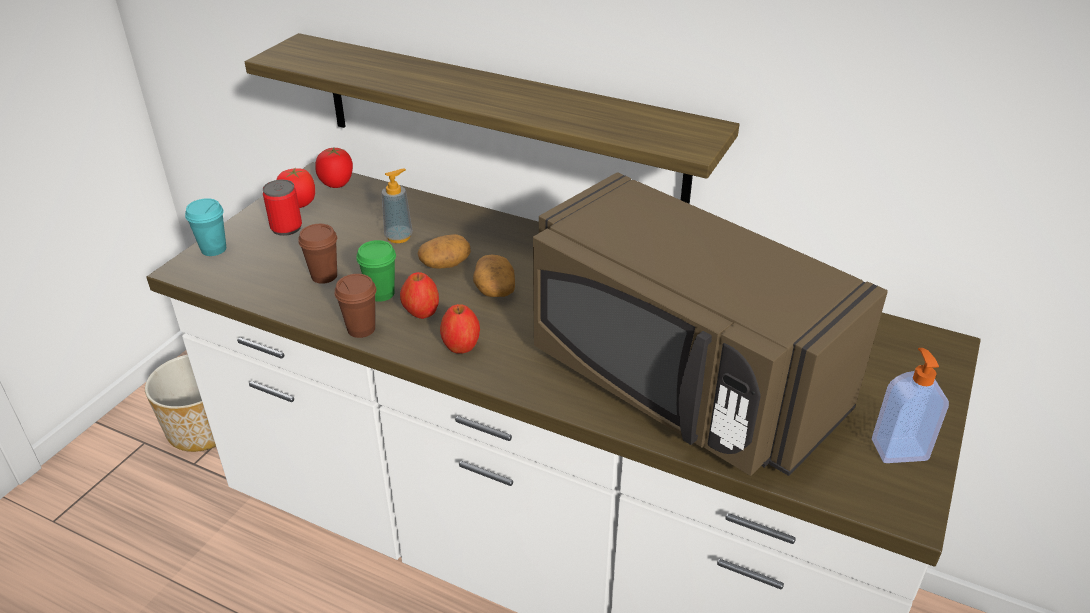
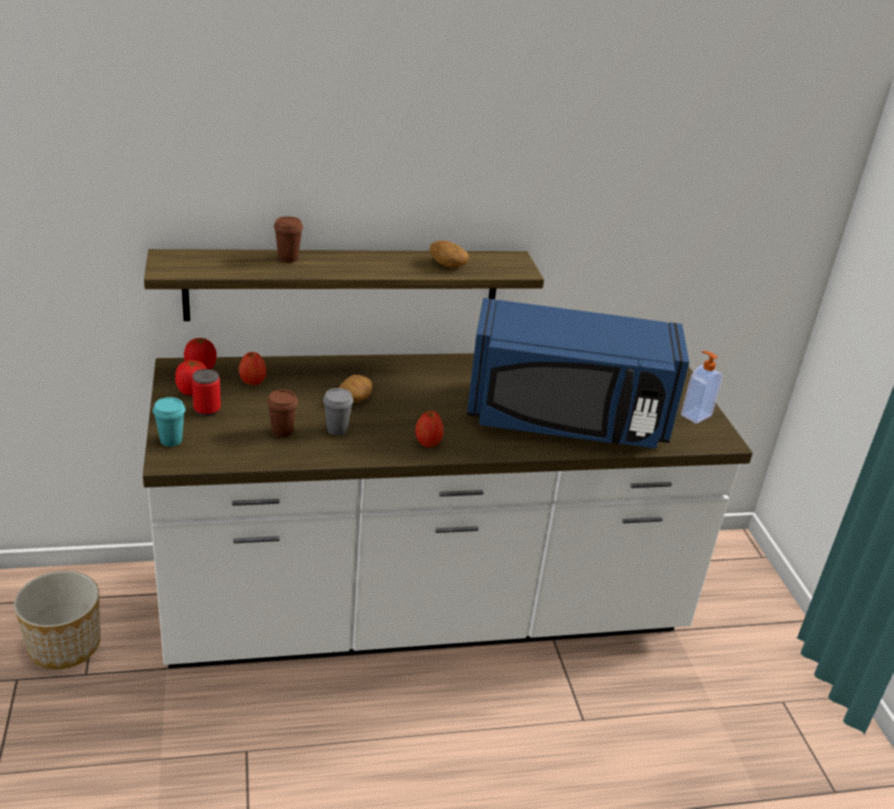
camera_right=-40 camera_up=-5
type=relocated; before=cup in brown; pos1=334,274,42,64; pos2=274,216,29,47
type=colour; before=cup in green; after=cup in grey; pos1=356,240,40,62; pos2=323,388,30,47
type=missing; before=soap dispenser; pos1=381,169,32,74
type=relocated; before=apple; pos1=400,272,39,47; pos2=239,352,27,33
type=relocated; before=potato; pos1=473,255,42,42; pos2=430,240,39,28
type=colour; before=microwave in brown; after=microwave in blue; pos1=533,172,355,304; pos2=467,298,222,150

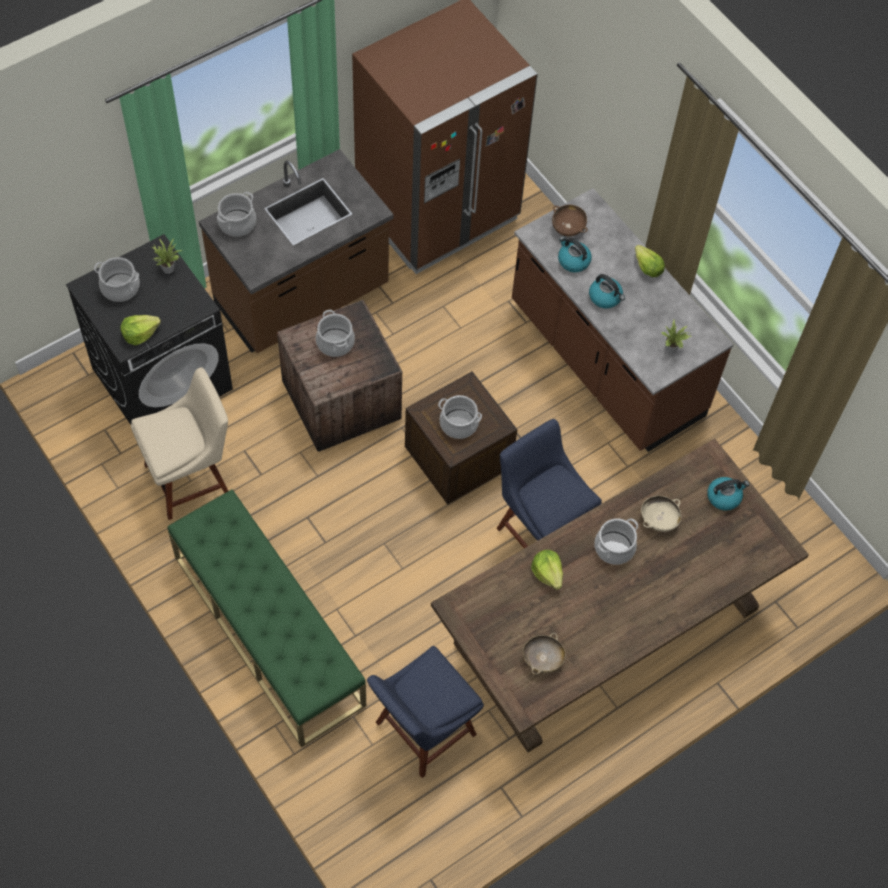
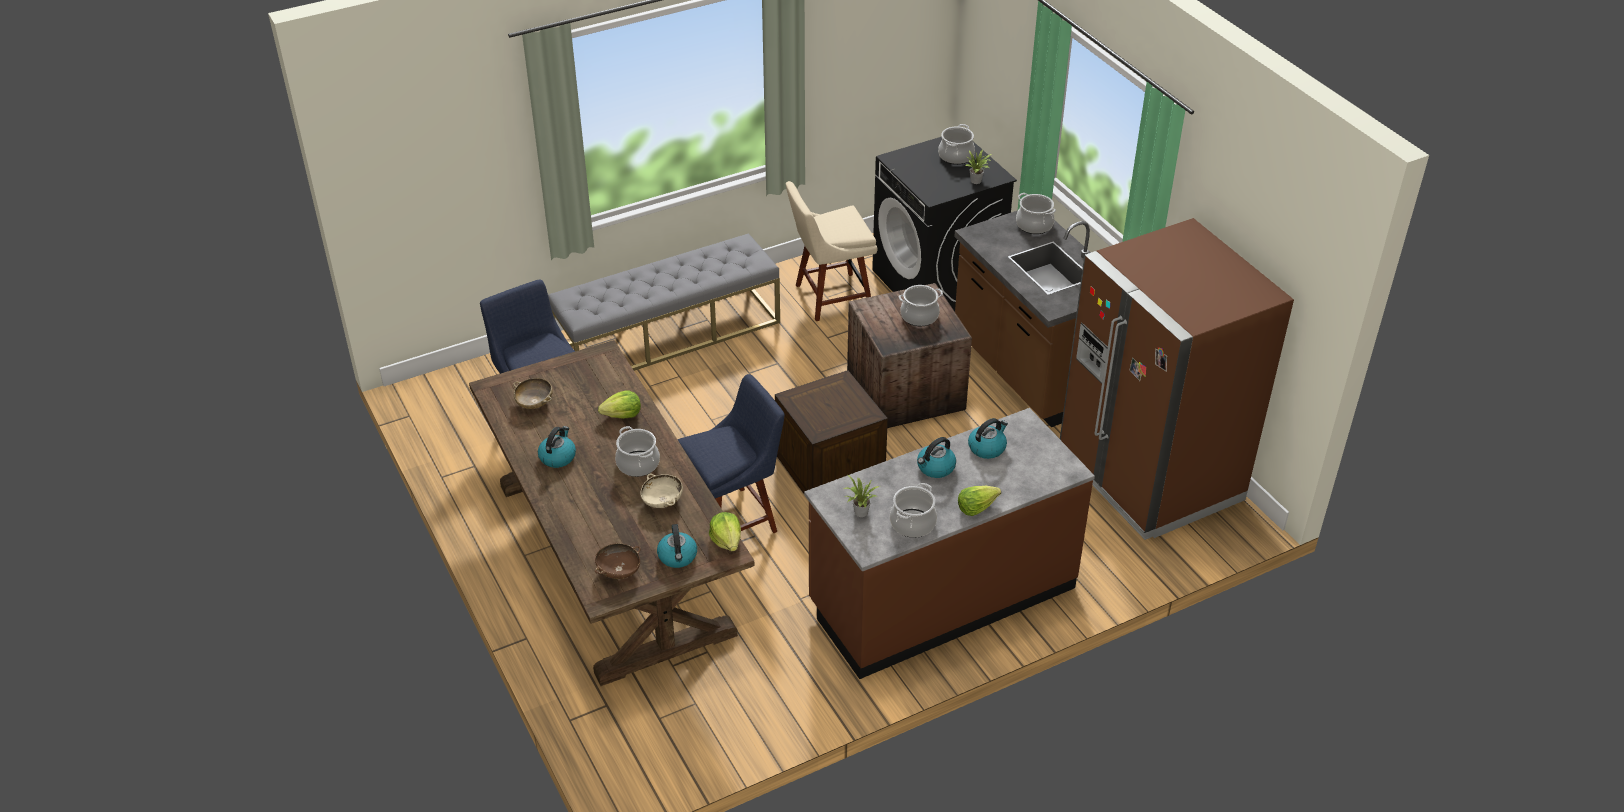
camera_right=100 camera_up=-20
type=relocated; before=lettuce; pos1=120,315,41,30; pos2=709,512,32,39
type=spun; before=chair in beige; pos1=131,367,97,153; pos2=786,181,92,140; turn=90
type=colour; before=bench in green; after=bench in grey; pos1=168,490,198,257; pos2=548,233,232,138
type=relocated; before=cooking pot; pos1=438,395,44,44; pos2=890,483,47,55
type=relocated; before=bowl in brown; pos1=552,205,36,31; pos2=595,543,46,36
type=appeared; after=kettle; pos2=538,426,38,42

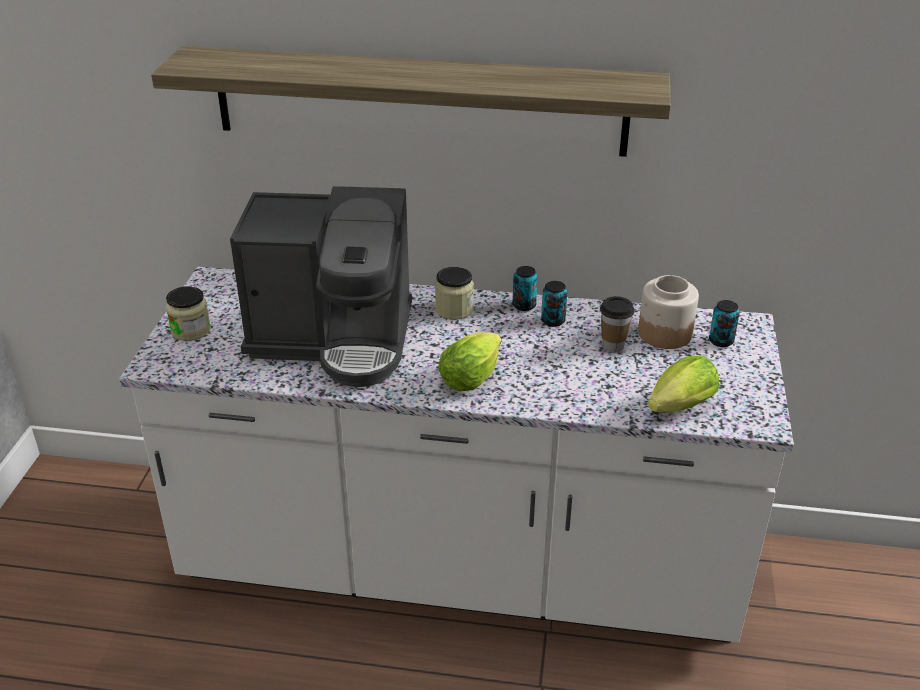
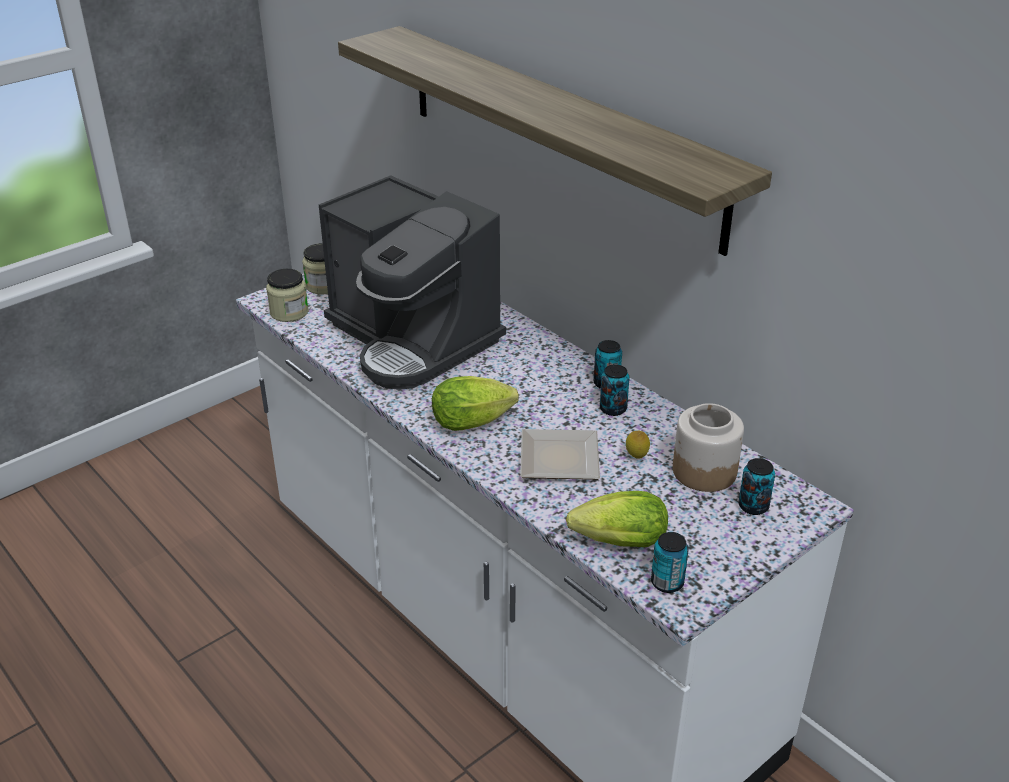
camera_right=40 camera_up=0
type=relocated; before=jar; pos1=435,267,39,53; pos2=266,269,43,53
type=exchanged; before=cup; after=lemon; pos1=600,296,35,57; pos2=626,431,24,28
type=appeared; after=plate; pos2=520,429,80,51
type=appeared; after=can; pos2=651,532,38,61

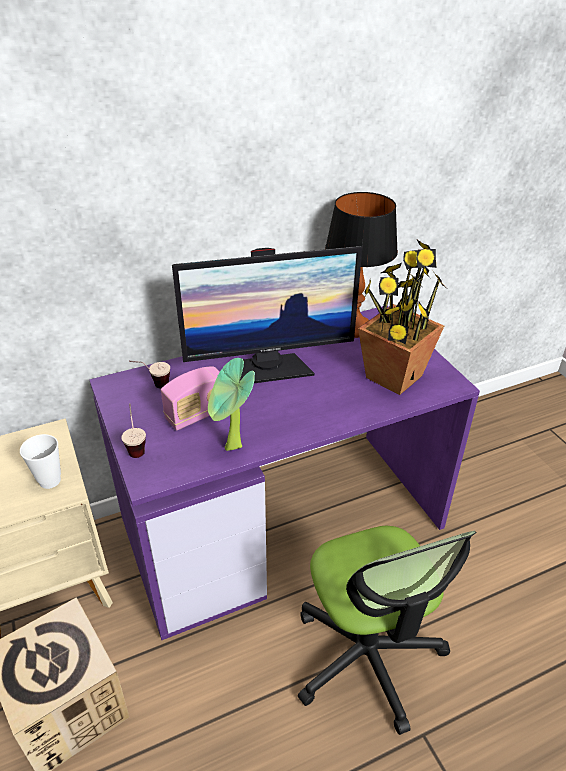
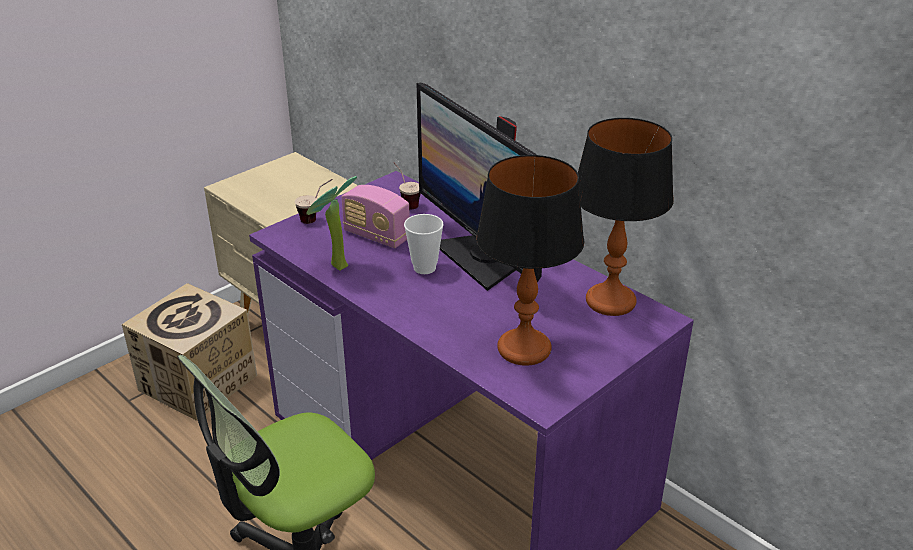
camera_right=70 camera_up=-5
type=relocated; before=cup; pos1=20,434,41,55; pos2=404,214,40,60
type=exchanged; before=potted plant; after=table lamp; pos1=358,240,87,155; pos2=476,155,108,211

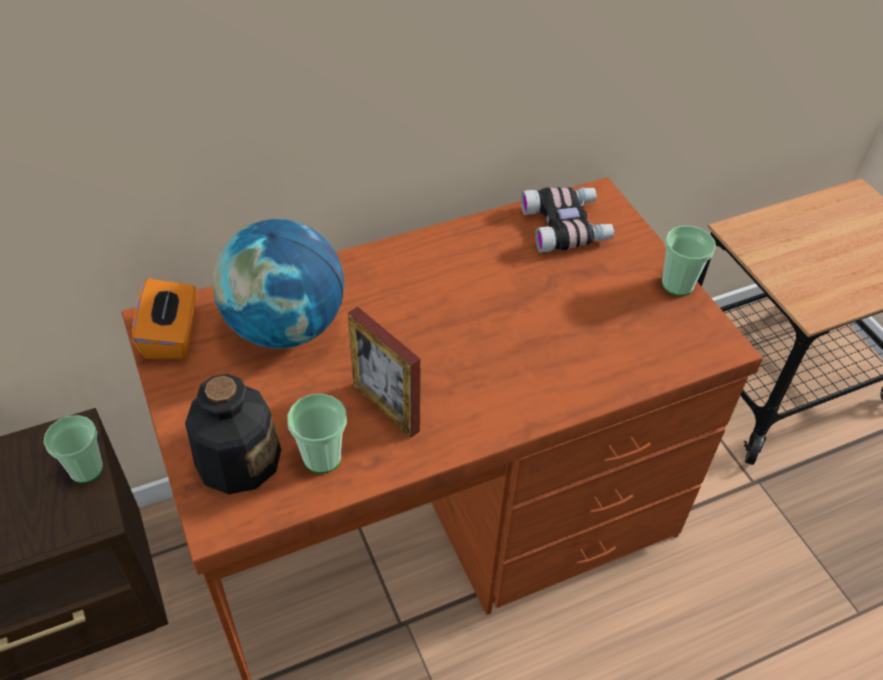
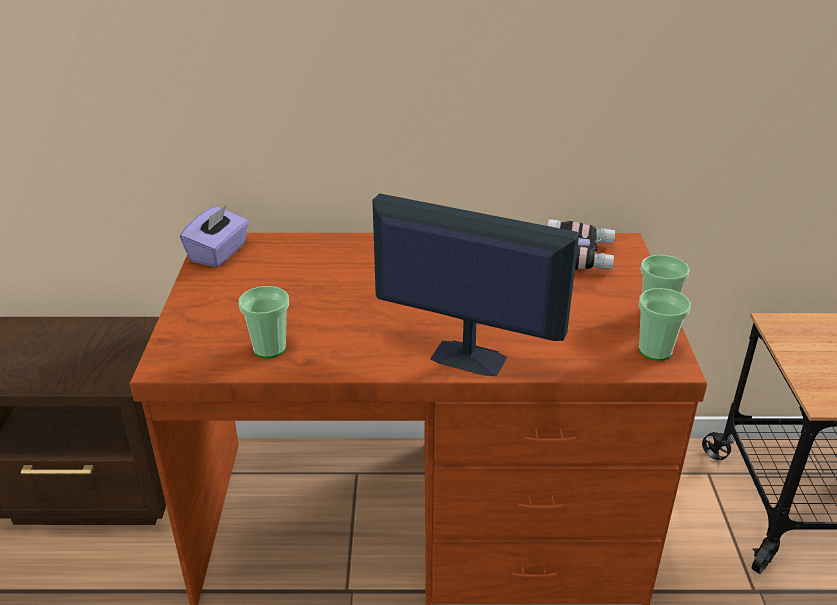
camera_right=25 camera_up=-15
type=relocated; before=cup; pos1=43,415,60,68; pos2=639,288,52,73
type=colour; before=tissue box in orange; after=tissue box in purple; pos1=132,278,64,81; pos2=180,205,69,62
type=missing; before=bottle; pos1=185,374,96,120
type=missing; before=globe; pos1=212,219,132,130
type=missing; before=picture frame; pos1=348,307,73,131
type=appeared; after=monitor; pos2=372,193,207,183

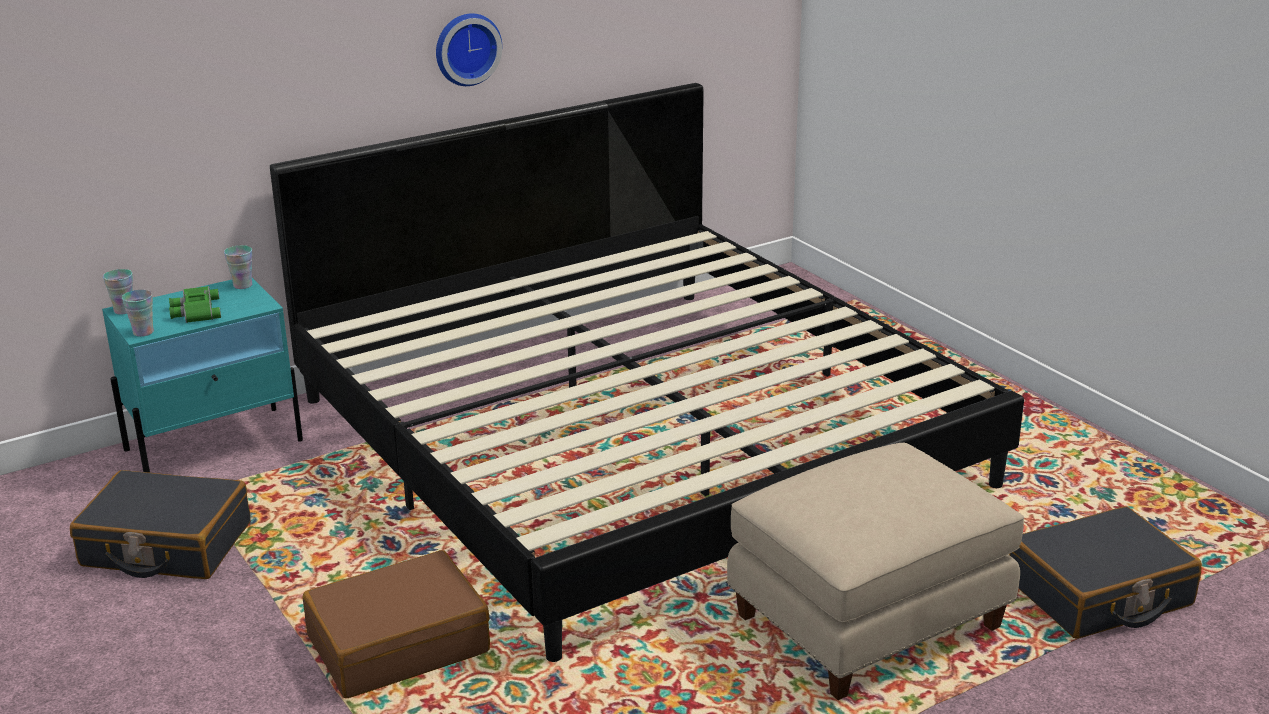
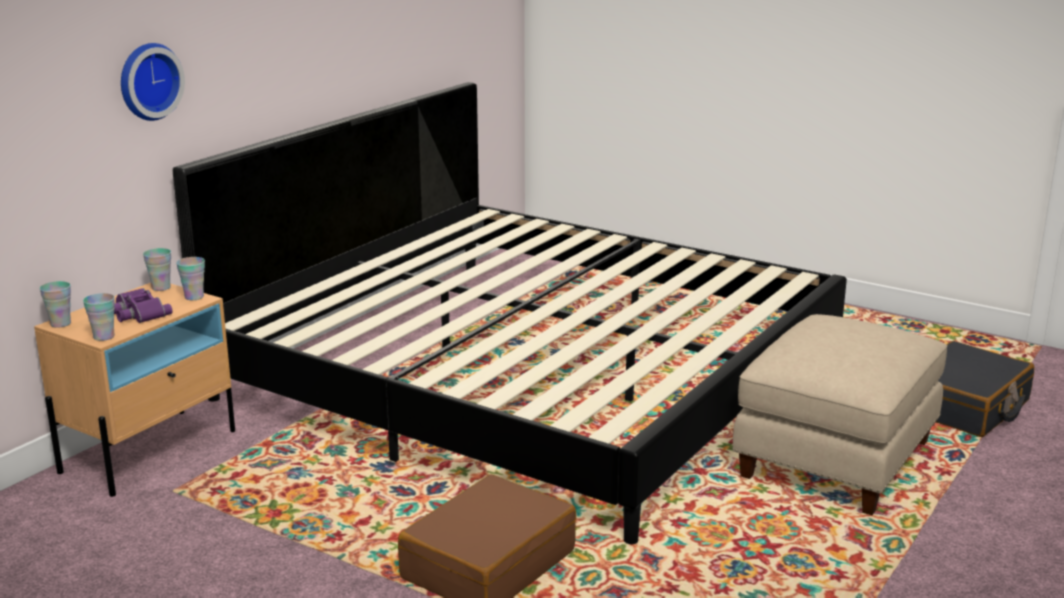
camera_right=-25 camera_up=-5
type=missing; before=suitcase in black; pos1=70,470,181,109
type=colour; before=nightstand in turquoise; after=nightstand in beige; pos1=102,278,201,195; pos2=34,283,201,214
type=colour; before=binoculars in green; after=binoculars in purple; pos1=169,286,52,37; pos2=114,288,59,35
type=relocated; before=wall clock; pos1=436,13,66,73; pos2=121,43,64,78
type=appeared; after=cup; pos2=176,257,29,43

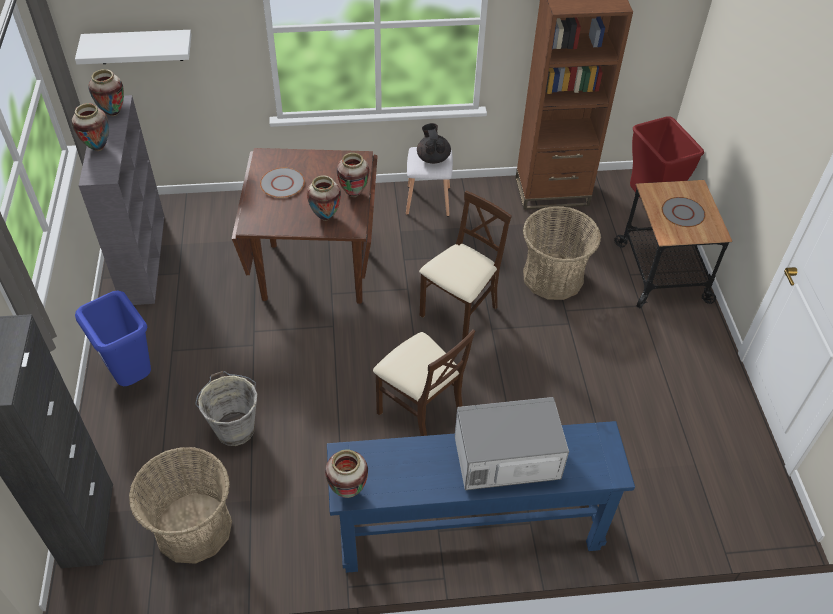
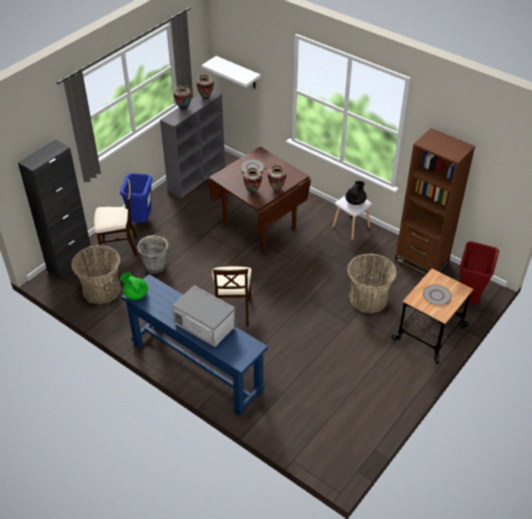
camera_right=45 camera_up=-5
type=exchanged; before=vase; after=teapot in green; pos1=325,449,43,49; pos2=120,272,28,28
type=relocated; before=chair in beige; pos1=419,191,93,149; pos2=94,179,44,82

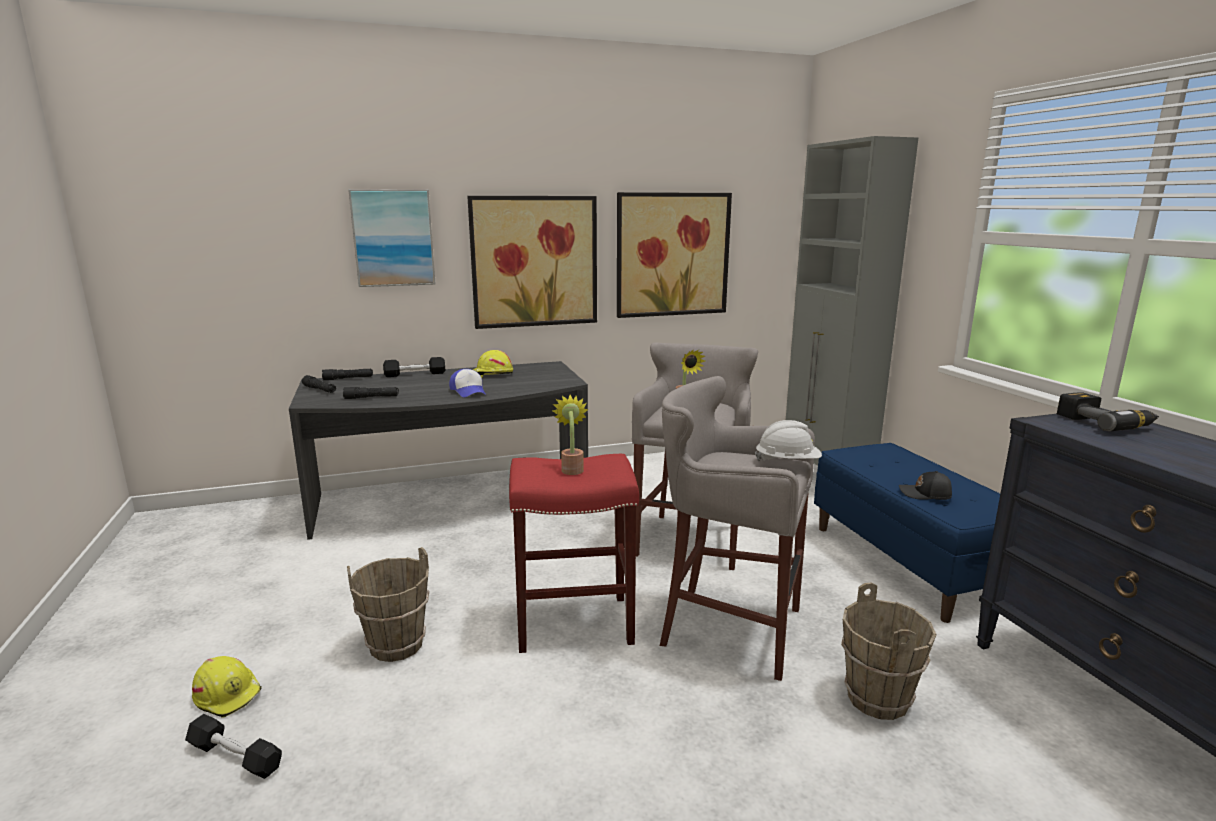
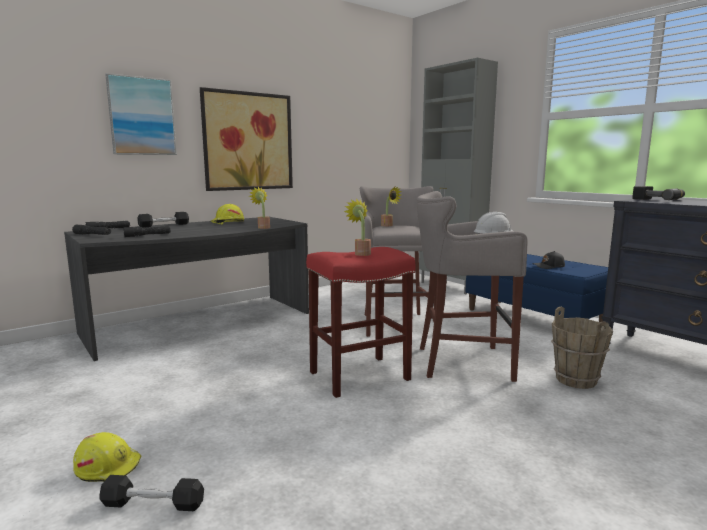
camera_right=-20 camera_up=-5
type=missing; before=bucket in brown; pos1=347,547,82,115
type=missing; before=cap; pos1=449,369,37,28
type=missing; before=picture; pos1=617,192,115,126
type=appeared; after=potted plant; pos2=249,187,21,42

